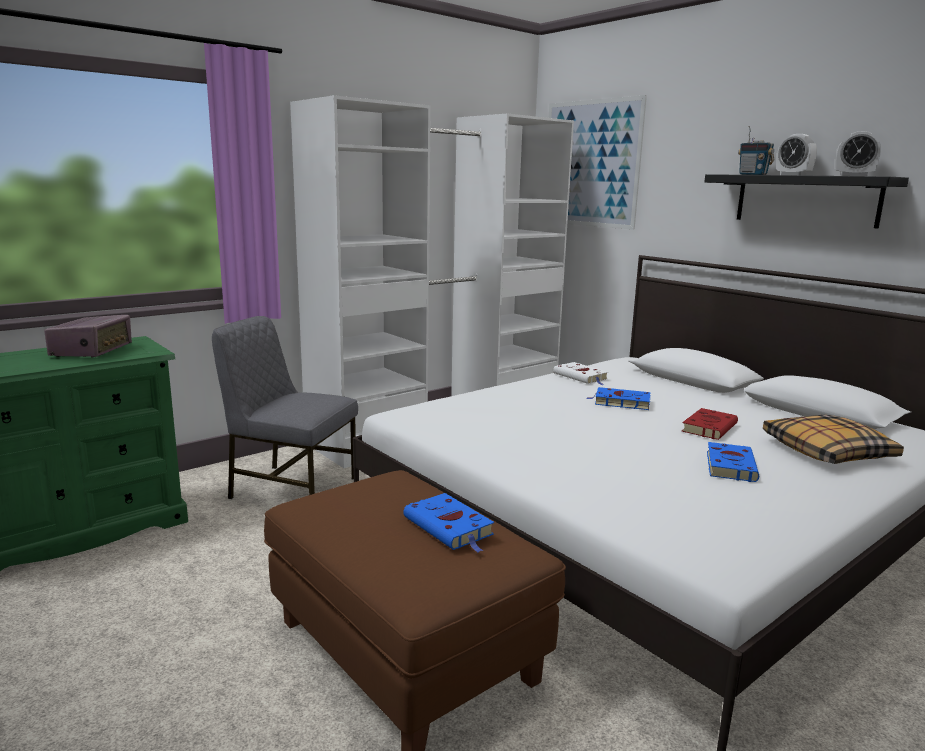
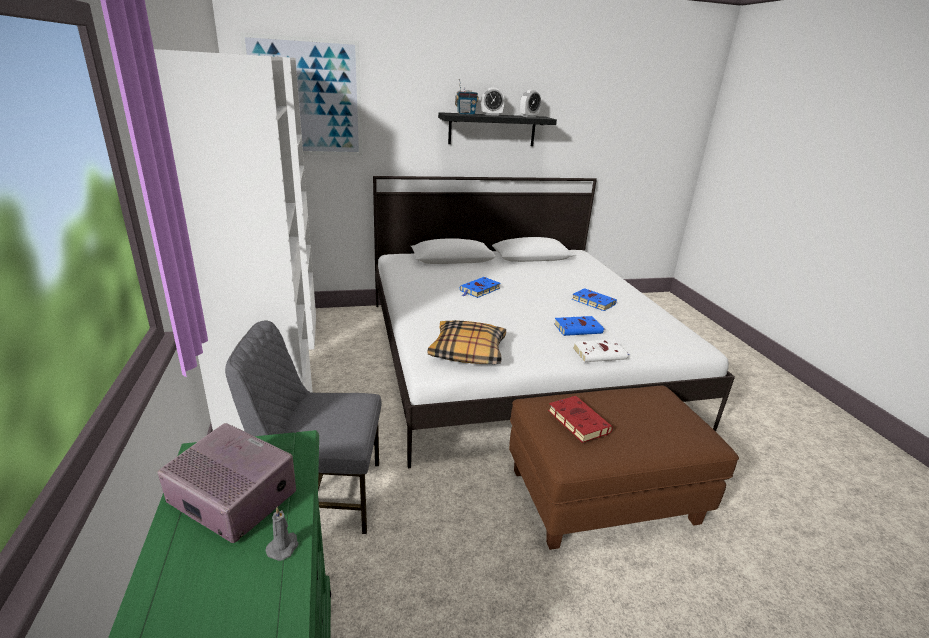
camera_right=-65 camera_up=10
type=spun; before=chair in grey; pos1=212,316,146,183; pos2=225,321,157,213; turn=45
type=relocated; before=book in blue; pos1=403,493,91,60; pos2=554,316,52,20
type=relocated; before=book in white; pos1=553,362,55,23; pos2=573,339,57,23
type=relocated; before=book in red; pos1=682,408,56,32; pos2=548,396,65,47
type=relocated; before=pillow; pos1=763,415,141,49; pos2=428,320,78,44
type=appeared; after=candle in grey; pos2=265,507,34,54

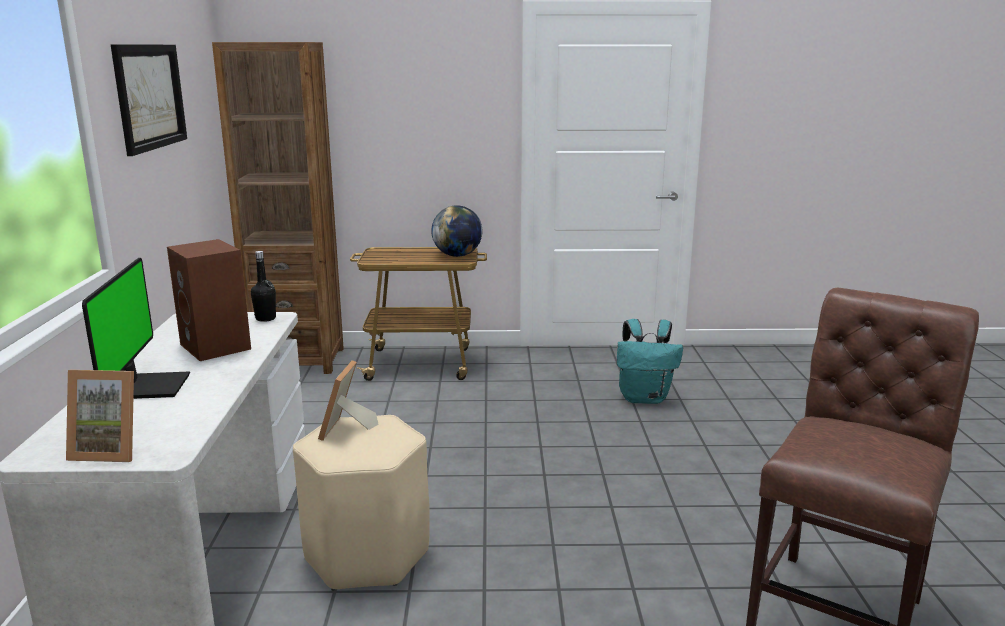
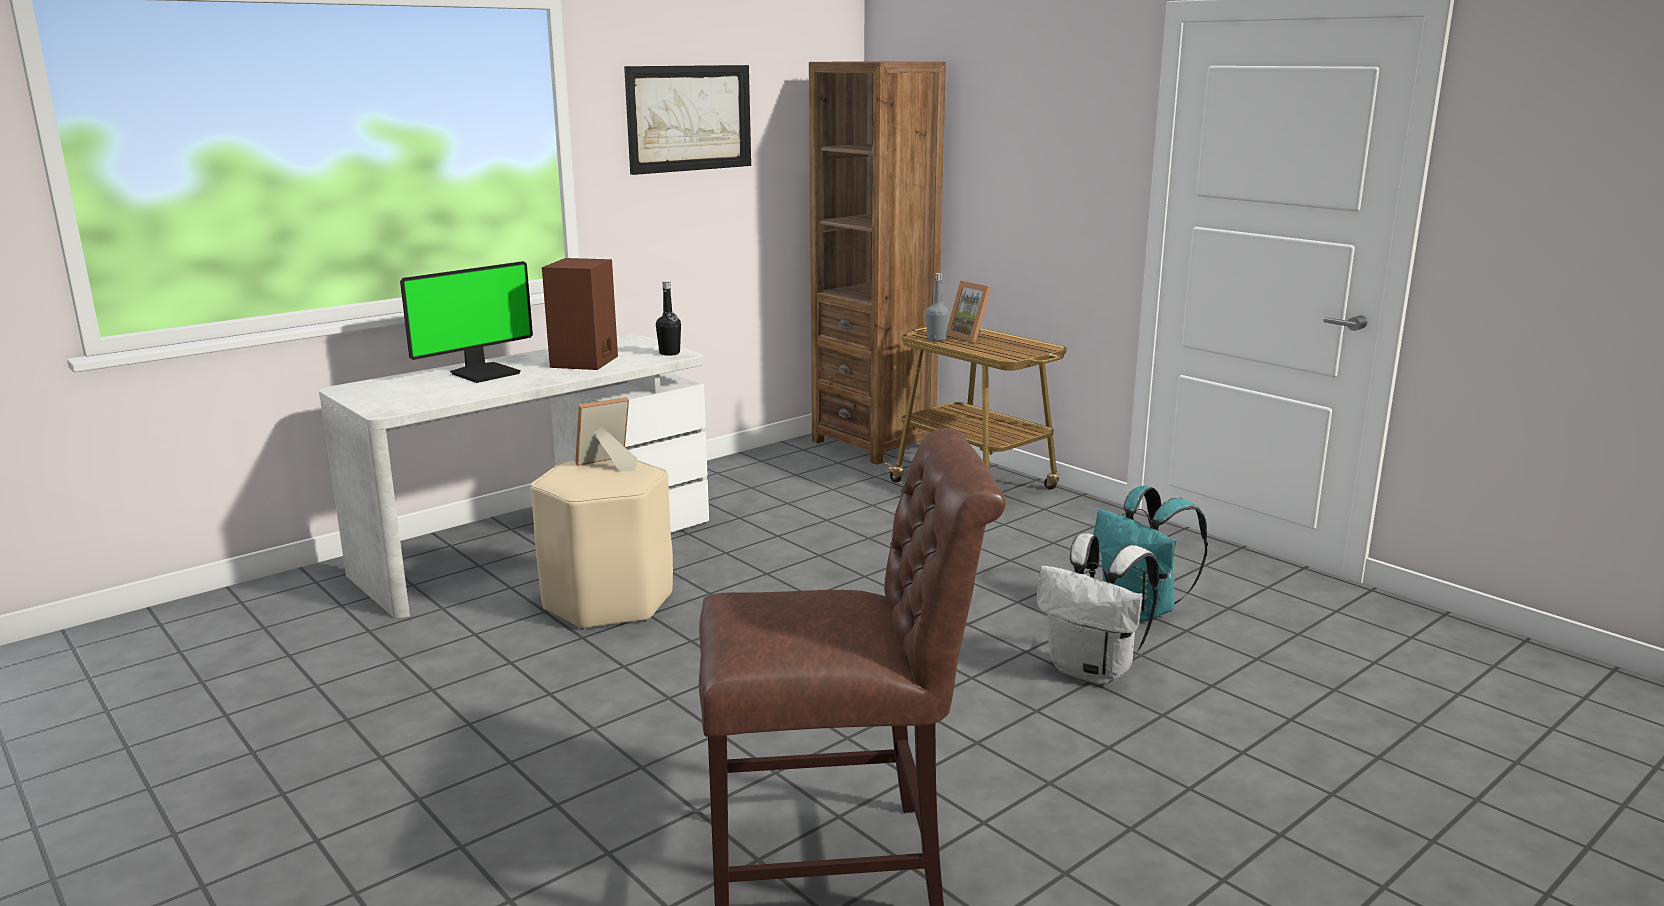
camera_right=50 camera_up=0
type=relocated; before=picture frame; pos1=66,370,68,92; pos2=947,280,44,63
type=missing; before=globe; pos1=431,205,51,52
type=appeared; after=bottle in grey; pos2=926,273,23,68
type=appeared; after=backpack in white; pos2=1036,533,123,152

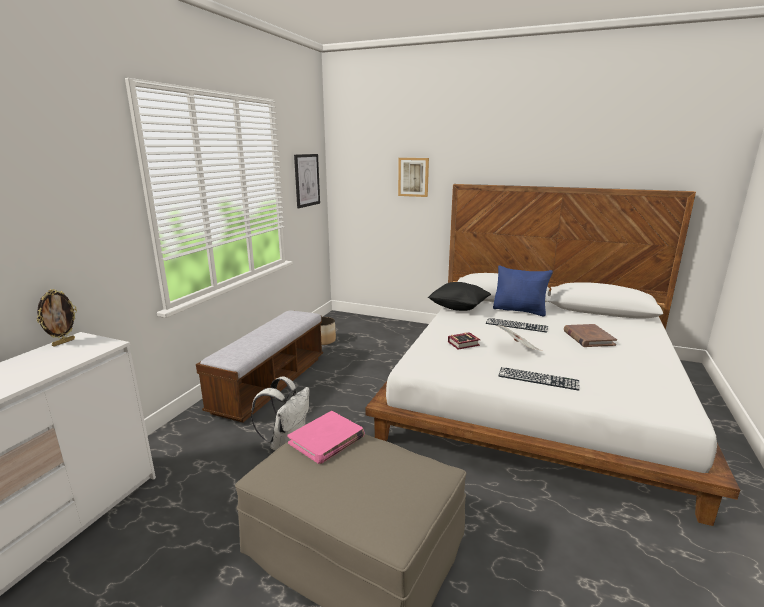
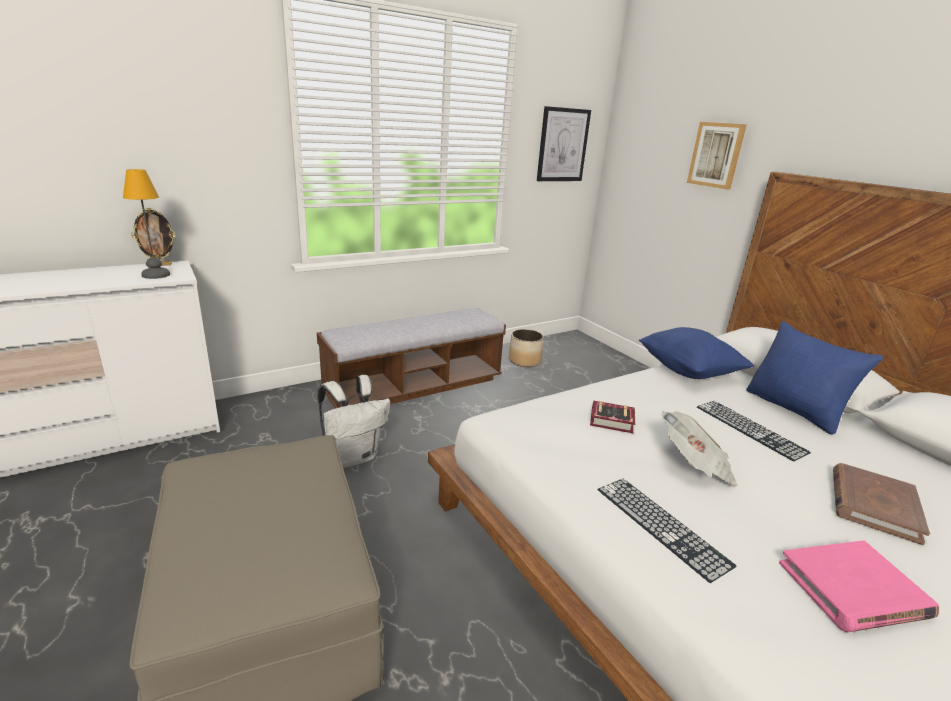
camera_right=35 camera_up=5
type=relocated; before=book in pink; pos1=287,411,78,53; pos2=779,540,160,93
type=colour; before=pillow in black; after=pillow in blue; pos1=428,282,63,29; pos2=639,327,115,52
type=appeared; after=table lamp; pos2=123,169,47,110

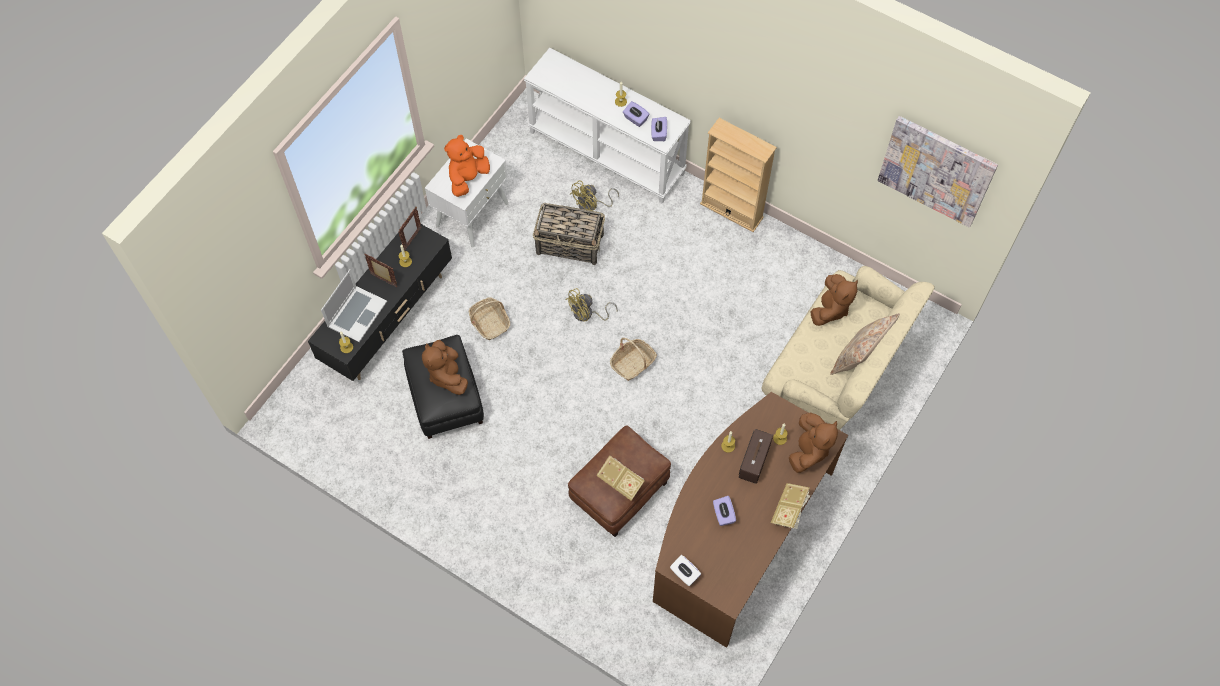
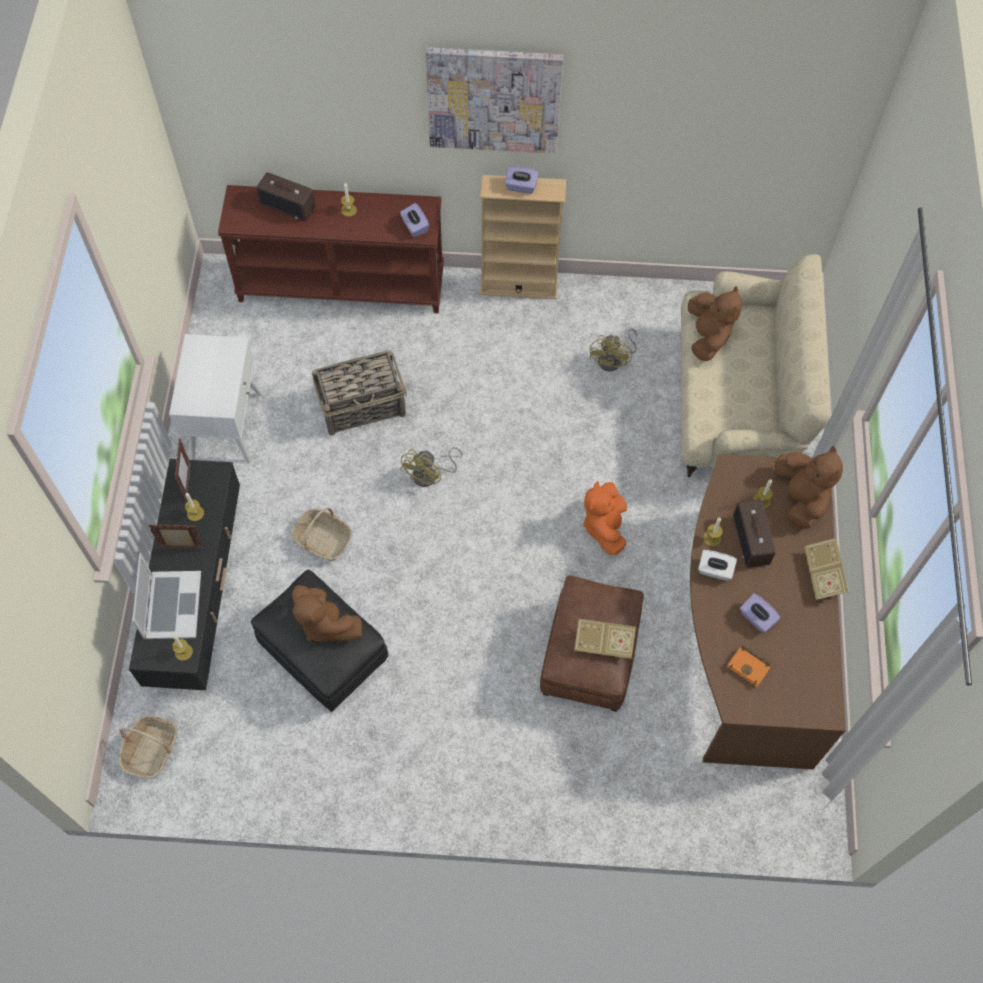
camera_right=-30 camera_up=0
type=relocated; before=plush toy in orange; pos1=444,135,46,62; pos2=583,481,44,74
type=colour; before=console table in white; after=console table in brown; pos1=524,48,167,156; pos2=218,185,226,128
type=relocated; before=fan in yellow; pos1=570,180,49,31; pos2=589,328,48,44
type=relocated; before=basket; pos1=610,338,47,43; pos2=119,715,58,63
type=relocated; before=tissue box in purple; pos1=623,101,26,26; pos2=505,166,34,28
type=relocated; before=tissue box in white; pos1=670,555,31,31; pos2=698,550,39,31
type=missing; before=pillow in beige; pos1=830,313,70,62
type=relocated; before=picture; pos1=878,116,120,112; pos2=425,47,139,107
type=appeared; after=radio; pos2=256,172,60,50
type=appeared; after=book in orange; pos2=726,646,45,42

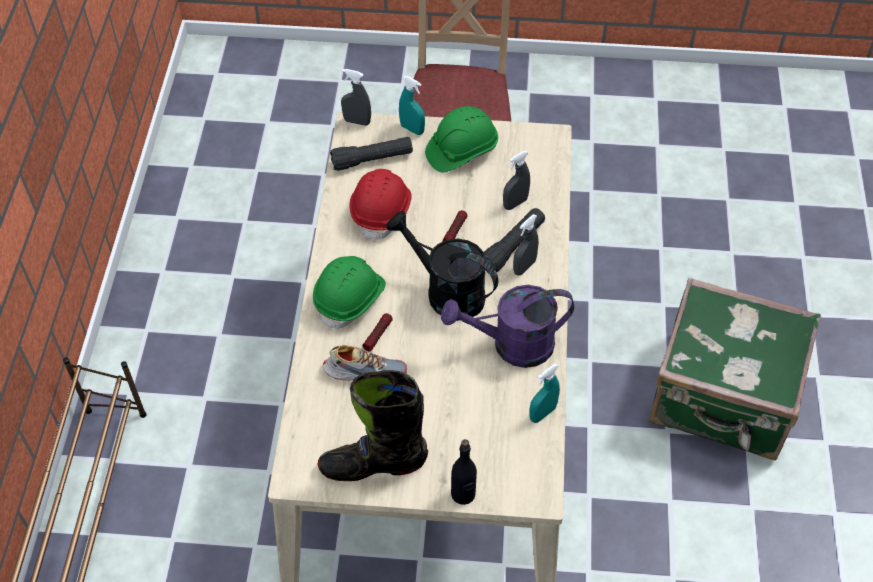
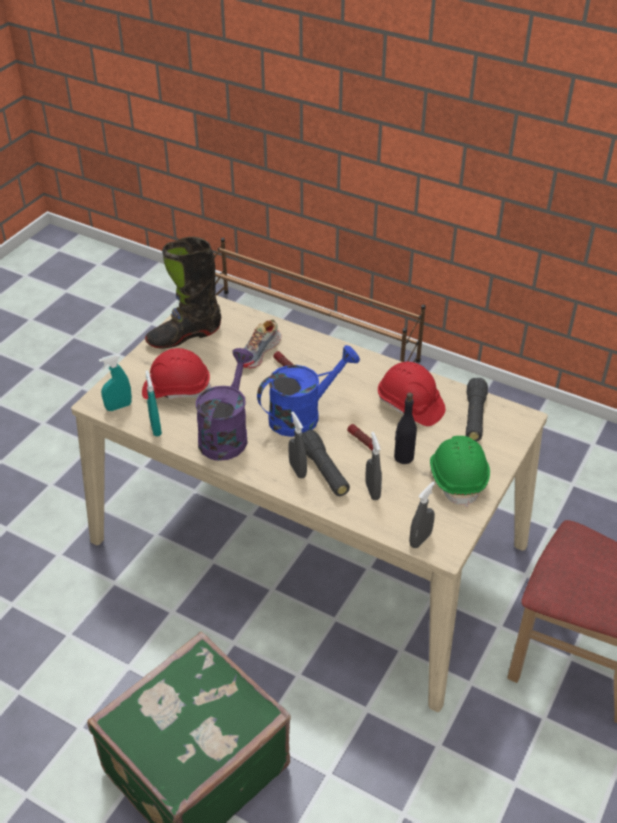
camera_right=115 camera_up=-10
type=missing; before=hard hat in green; pos1=313,256,73,74
type=spun; before=boot in black; pos1=318,370,110,111; pos2=145,237,76,112; turn=-135
type=relocated; before=spray bottle in grey; pos1=341,69,30,57; pos2=409,481,26,67
type=colour; before=watering can in black; after=watering can in blue; pos1=386,211,112,110; pos2=257,345,103,92
type=relocated; before=spray bottle in turquoise; pos1=399,76,26,59; pos2=99,354,33,57
type=relocated; before=bottle in black; pos1=451,439,26,66; pos2=394,392,23,72
type=appeared; after=hard hat in red; pos2=142,348,70,51

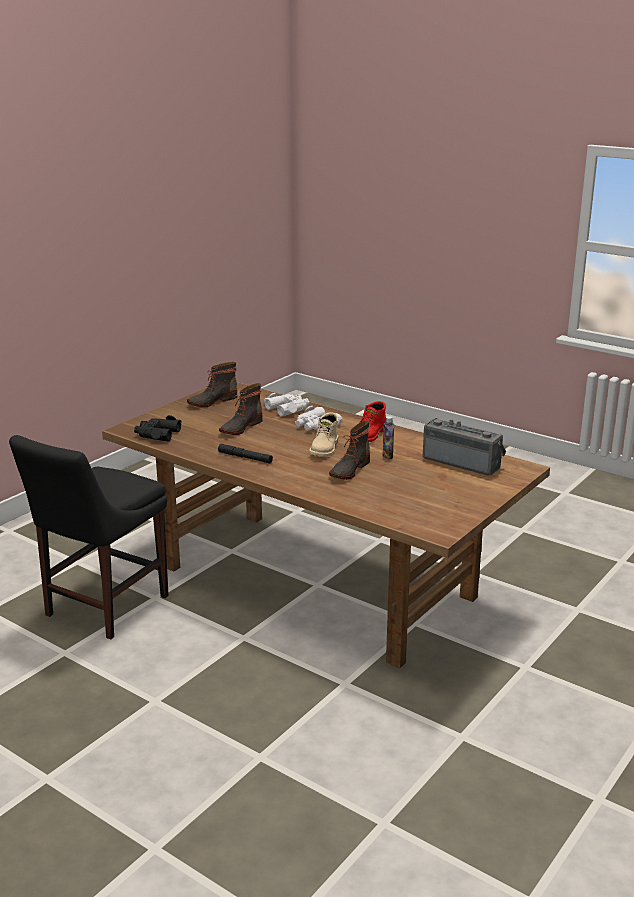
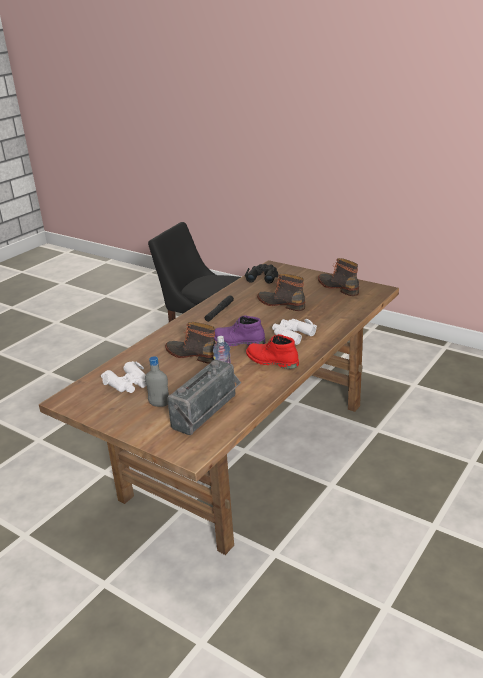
camera_right=90 camera_up=5
type=relocated; before=binoculars in white; pos1=264,393,45,24; pos2=101,361,45,32
type=colour; before=boot in beige; after=boot in purple; pos1=309,412,30,45; pos2=214,315,51,31
type=appeared; after=bottle in grey; pos2=145,356,24,51

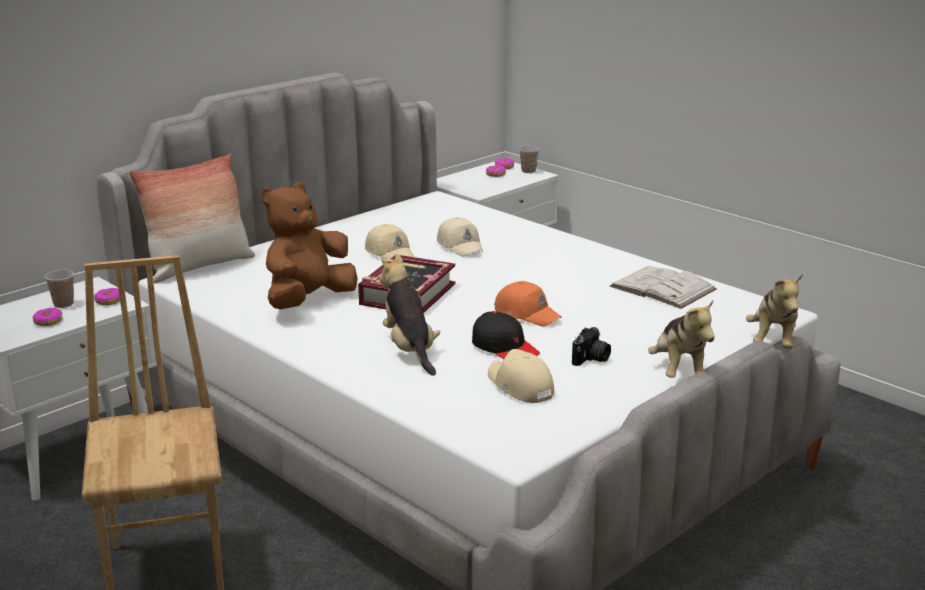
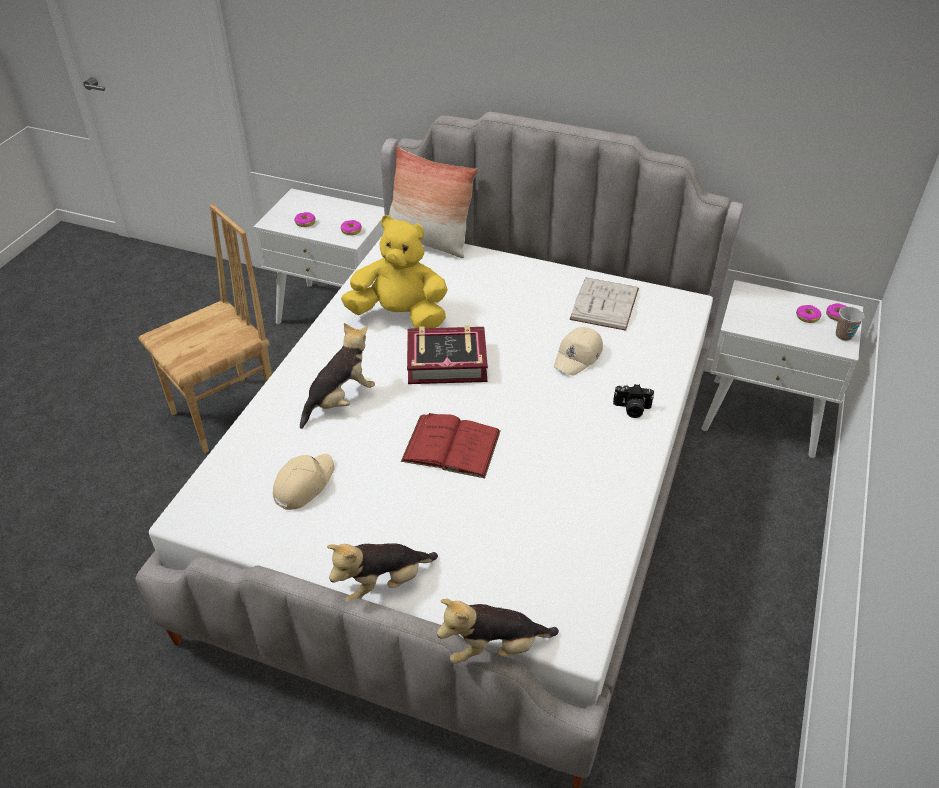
camera_right=65 camera_up=20
type=missing; before=cup; pos1=45,270,29,38
type=colour; before=plush toy in brown; after=plush toy in yellow; pos1=261,182,97,127; pos2=341,215,107,114
type=missing; before=cap in beige; pos1=365,224,49,36
type=missing; before=cap in black; pos1=472,311,68,48
type=exchanged; before=cap in orange; after=book in red; pos1=494,281,68,45; pos2=401,413,100,65
type=relocated; before=photo camera; pos1=572,327,39,39; pos2=613,384,41,34
type=relocated; before=book in white; pos1=610,266,107,43; pos2=569,278,70,53

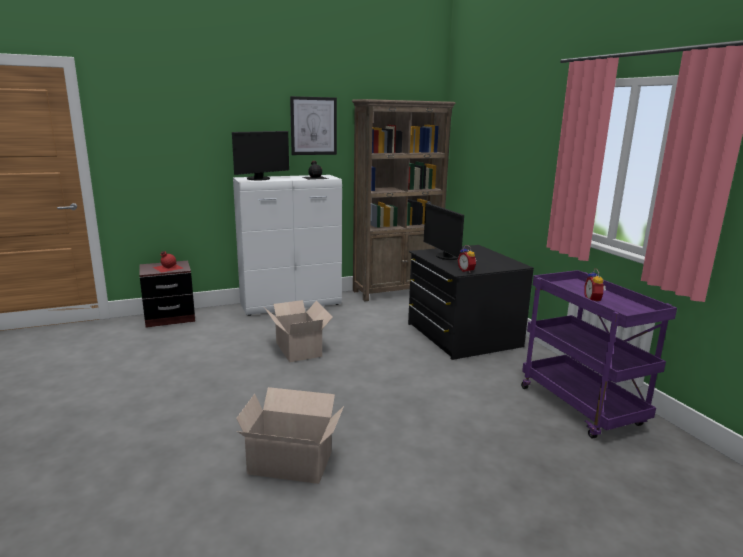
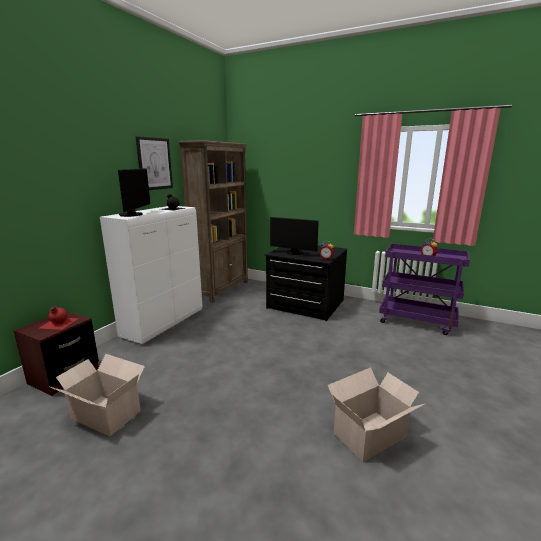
camera_right=-40 camera_up=0
type=relocated; before=cardboard box; pos1=265,300,68,62; pos2=50,354,95,82

